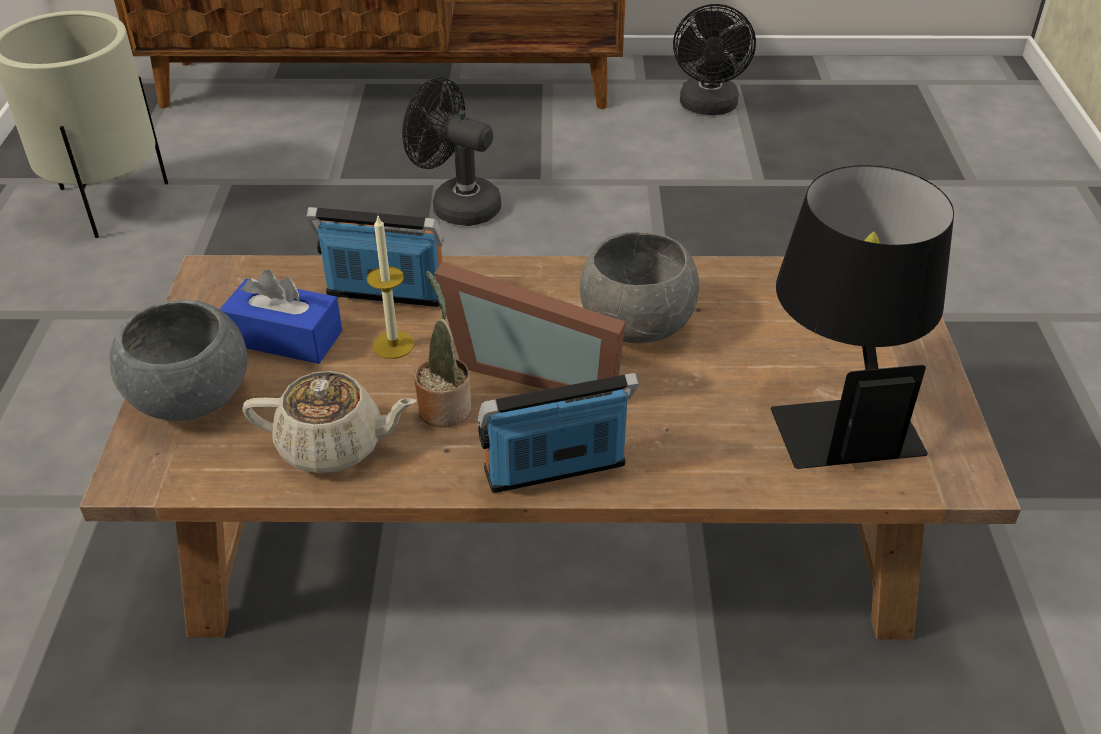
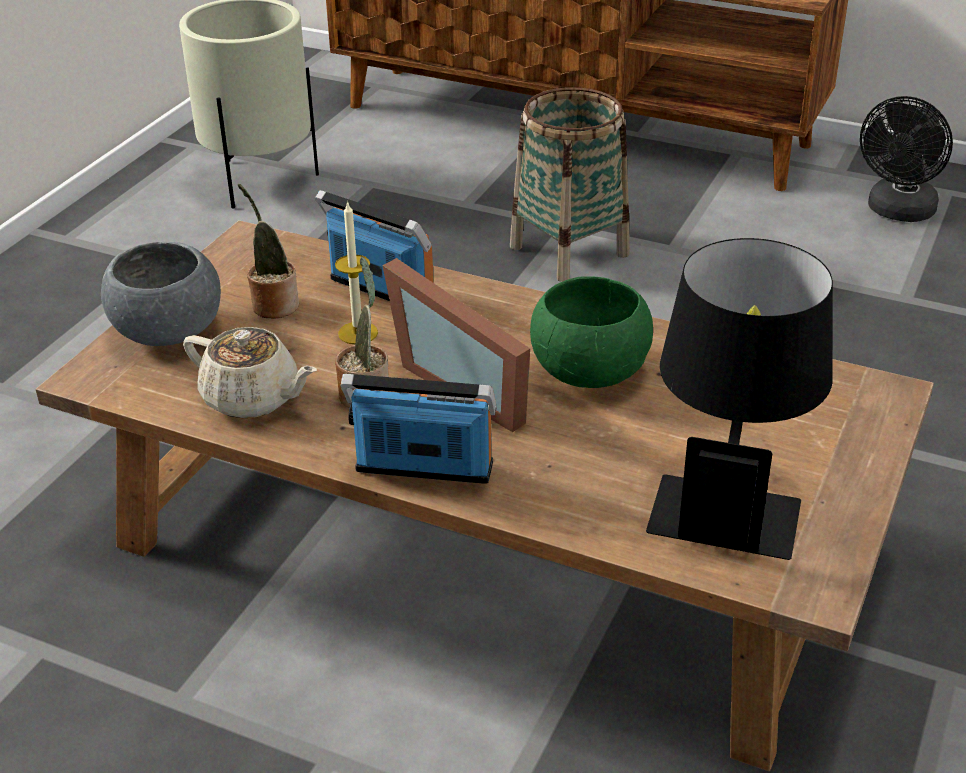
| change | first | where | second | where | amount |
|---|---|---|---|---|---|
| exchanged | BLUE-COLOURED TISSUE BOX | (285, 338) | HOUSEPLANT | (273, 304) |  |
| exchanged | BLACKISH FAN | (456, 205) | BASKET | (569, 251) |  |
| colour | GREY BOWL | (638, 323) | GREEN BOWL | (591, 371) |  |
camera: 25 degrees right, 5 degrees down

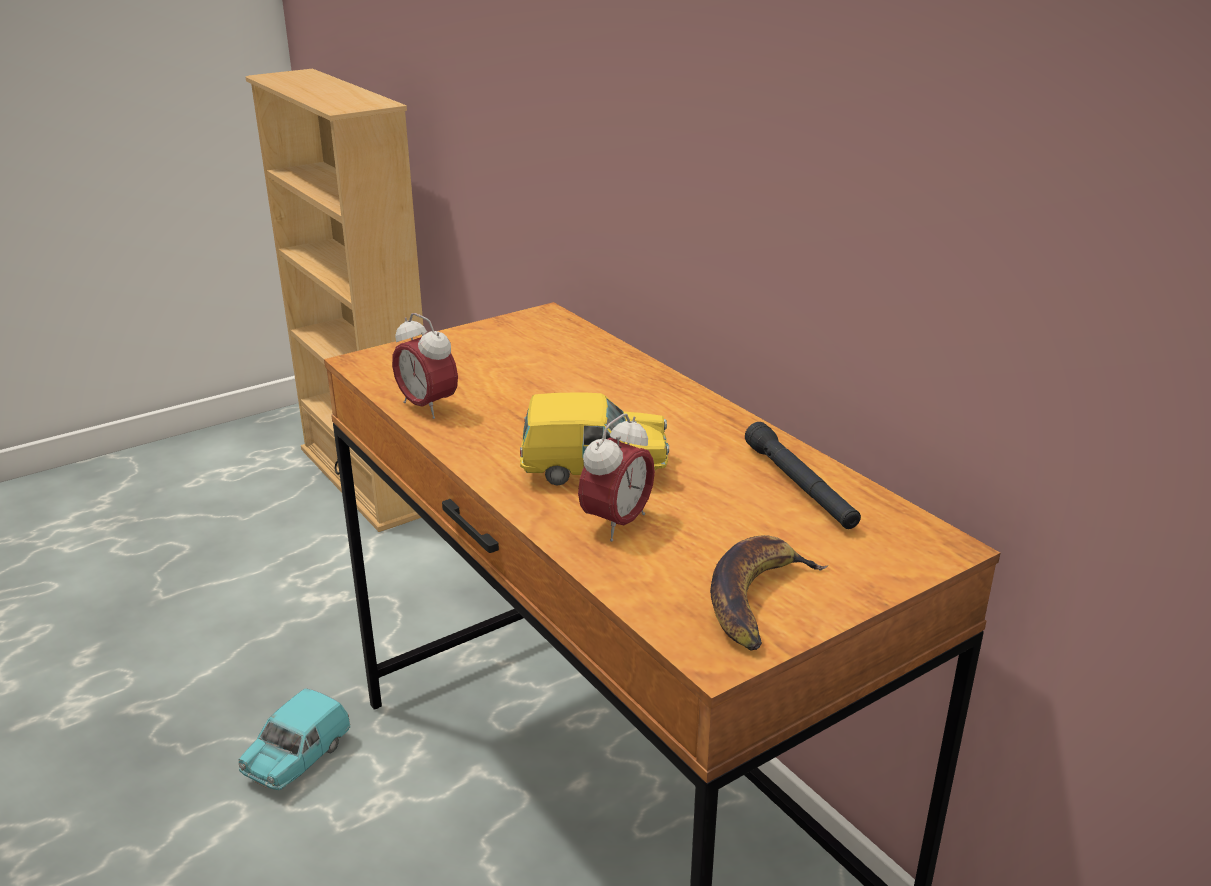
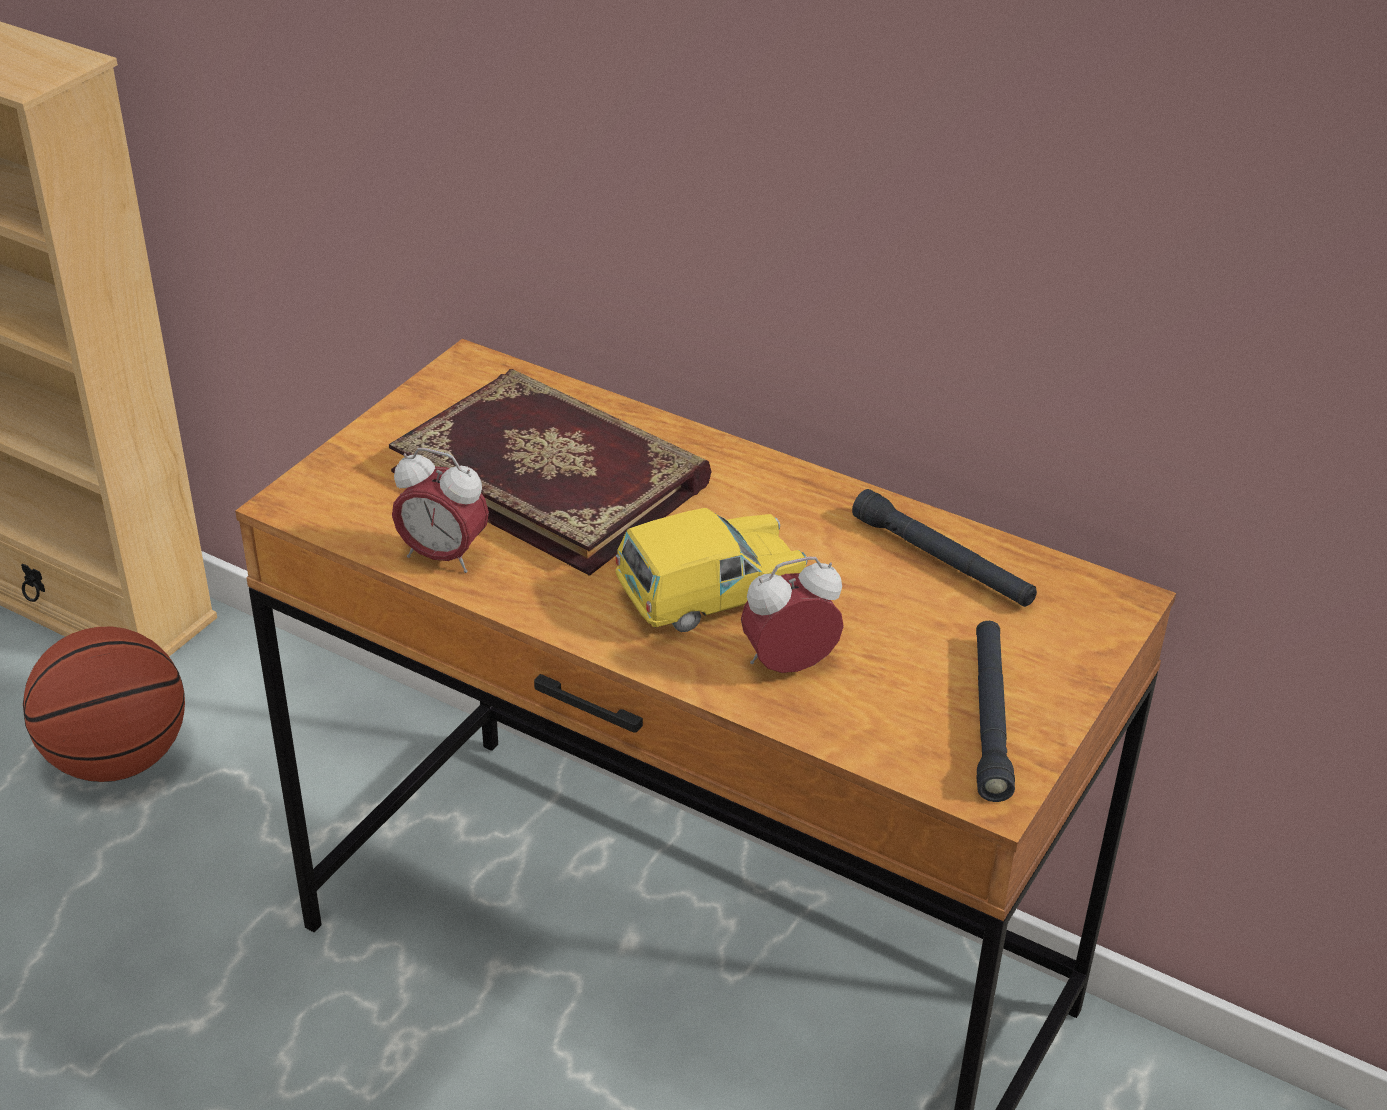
| change | first | where | second | where | amount |
|---|---|---|---|---|---|
| missing | TURQUOISE TOY CAR | (297, 759) |  |  |  |
| appeared |  |  | BASKETBALL BALL | (118, 758) |  |
| appeared |  |  | VOLUME | (553, 476) |  |
| exchanged | BANANA FRUIT | (757, 599) | BLACKISH HAND TORCH | (989, 718) |  |
| spun | TABLE CLOCK | (616, 524) |  | (789, 665) | 120 degrees counterclockwise |
camera: 25 degrees left, 10 degrees up

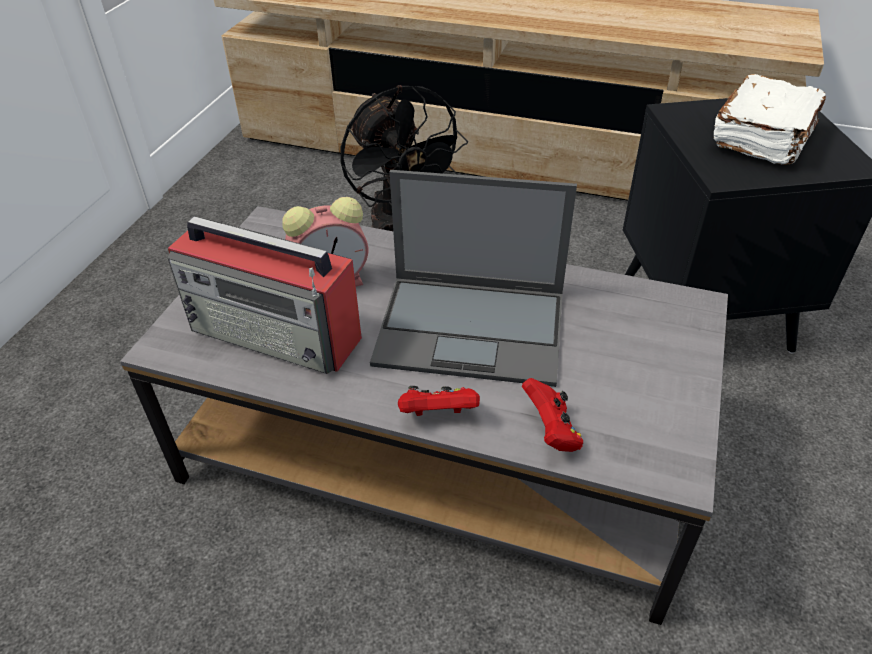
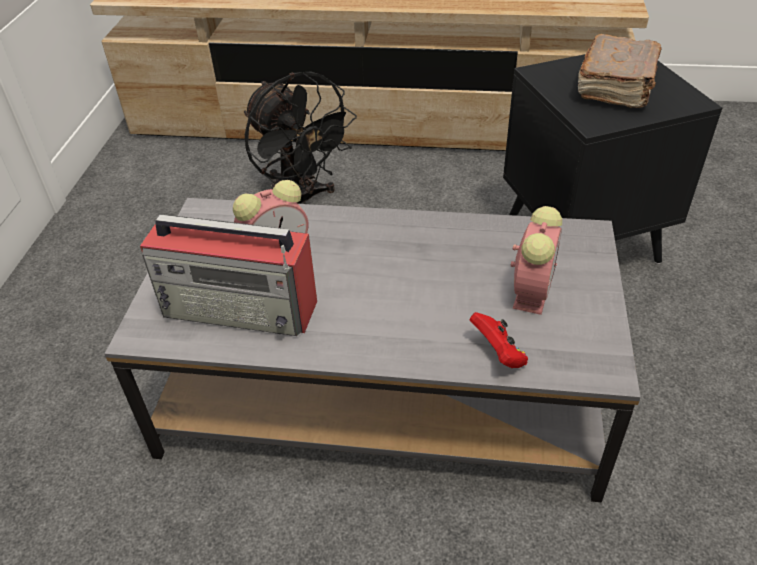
| change | first | where | second | where | amount |
|---|---|---|---|---|---|
| missing | PORTABLE COMPUTER | (473, 328) |  |  |  |
| missing | RED GAMEPAD | (438, 415) |  |  |  |
| appeared |  |  | TABLE CLOCK | (531, 290) |  |
| colour | WHITISH VOLUME | (764, 138) | BROWN-COLOURED VOLUME | (617, 87) |  |
camera: 10 degrees left, 0 degrees up

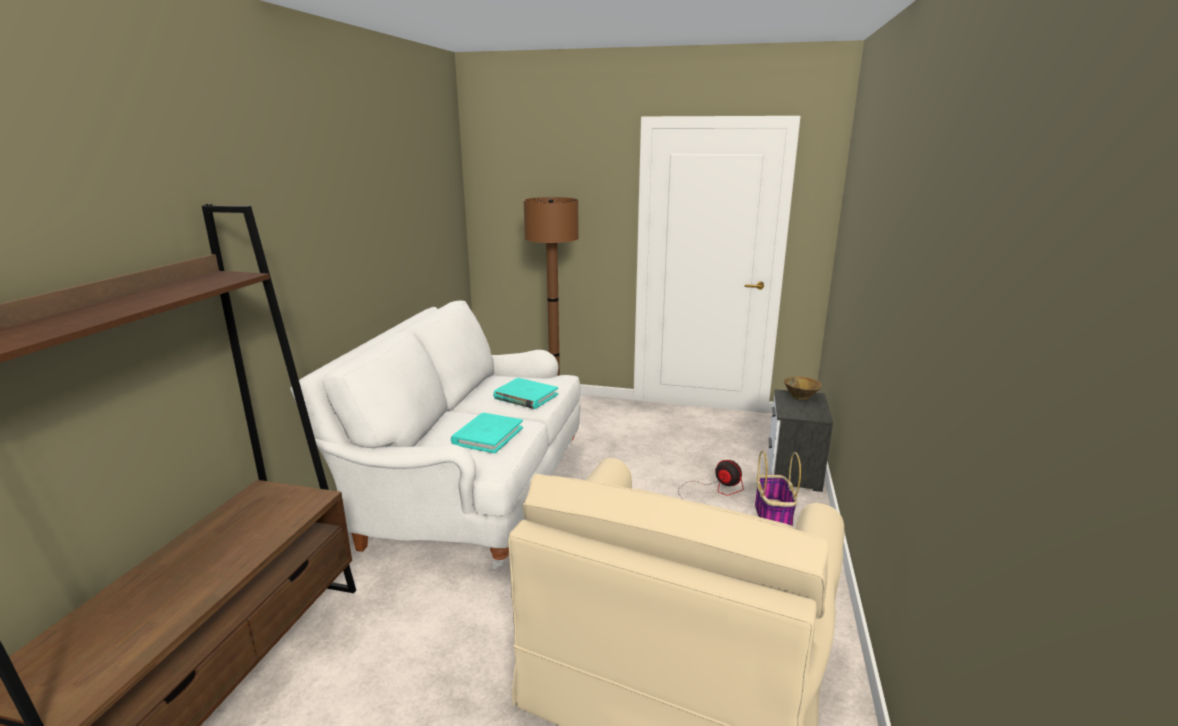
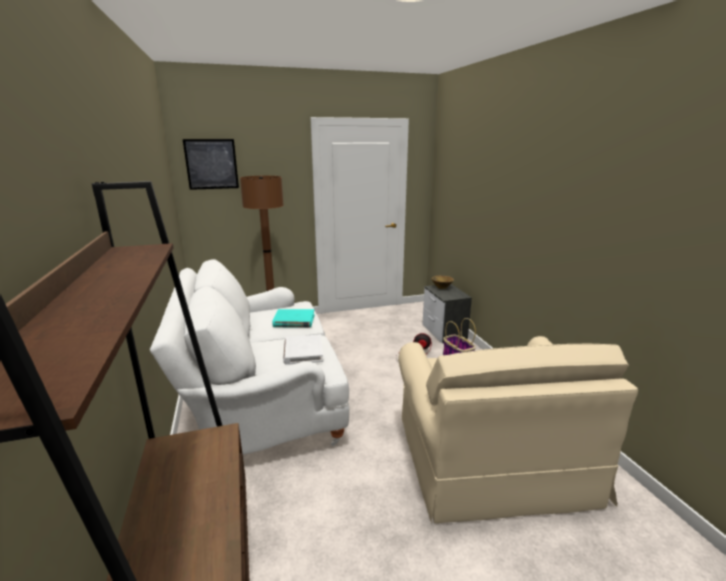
| change | first | where | second | where | amount |
|---|---|---|---|---|---|
| appeared |  |  | WALL ART | (211, 164) |  |
| colour | TURQUOISE VOLUME | (487, 436) | WHITISH VOLUME | (303, 352) |  |
camera: 30 degrees left, 0 degrees up

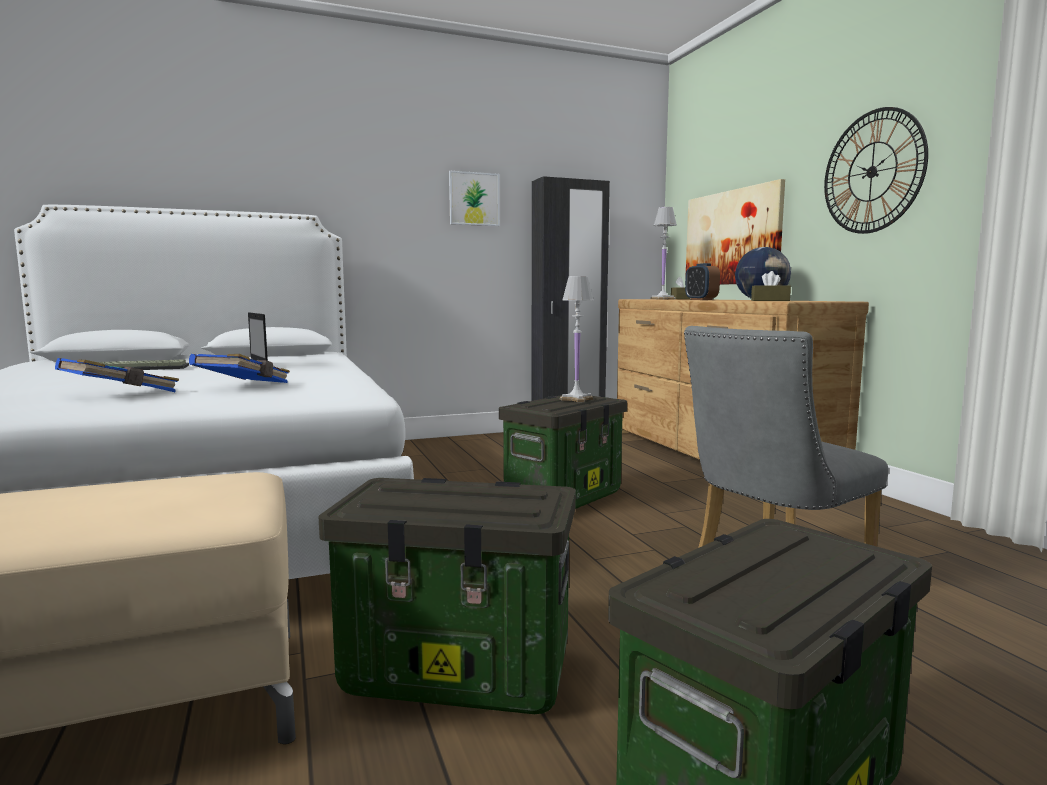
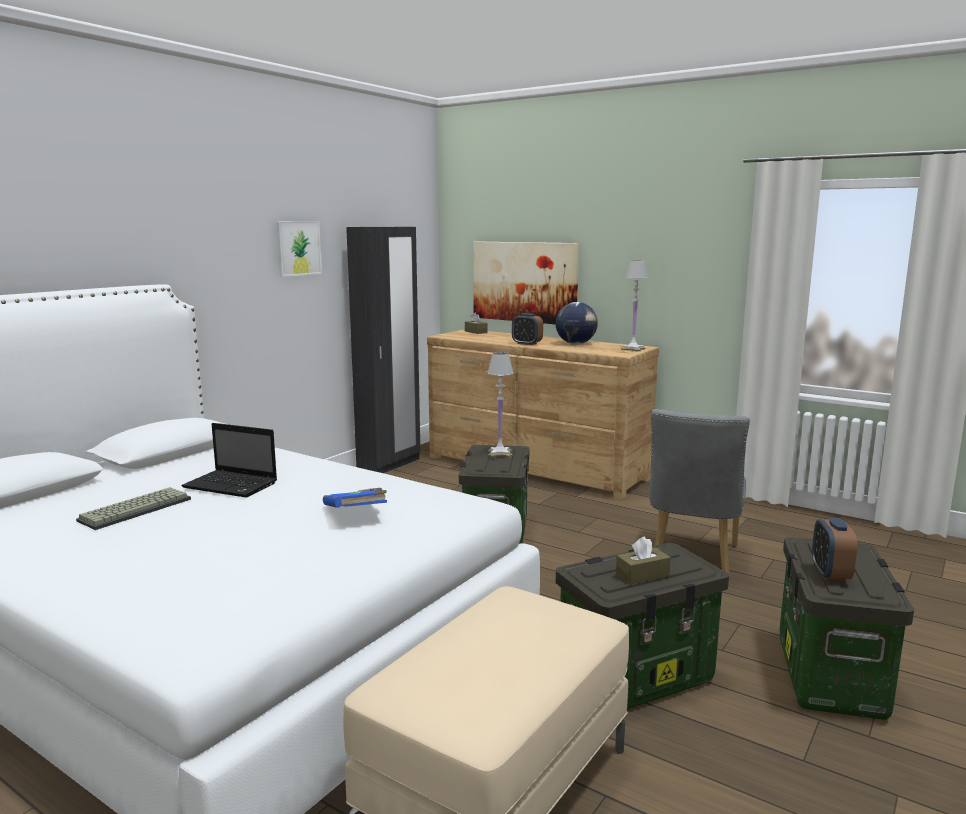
| change | first | where | second | where | amount |
|---|---|---|---|---|---|
| missing | BLUE-COLOURED VOLUME | (121, 395) |  |  |  |
| missing | HANGING CLOCK | (872, 172) |  |  |  |
| appeared |  |  | TABLE CLOCK | (830, 573) |  |
| relocated | WHITISH TABLE LAMP | (662, 299) |  | (633, 349) |  |
| relocated | BROWN-COLOURED TISSUE BOX | (770, 300) |  | (642, 575) |  |
camera: 35 degrees left, 5 degrees up

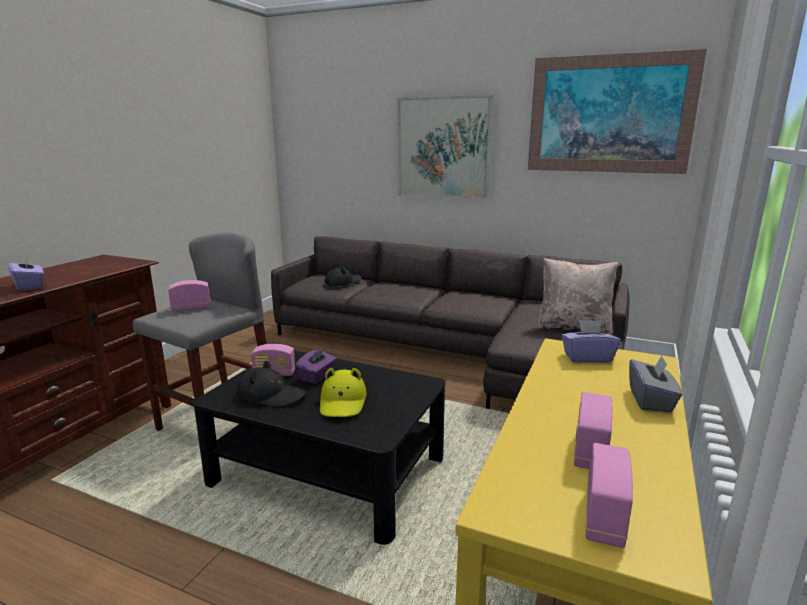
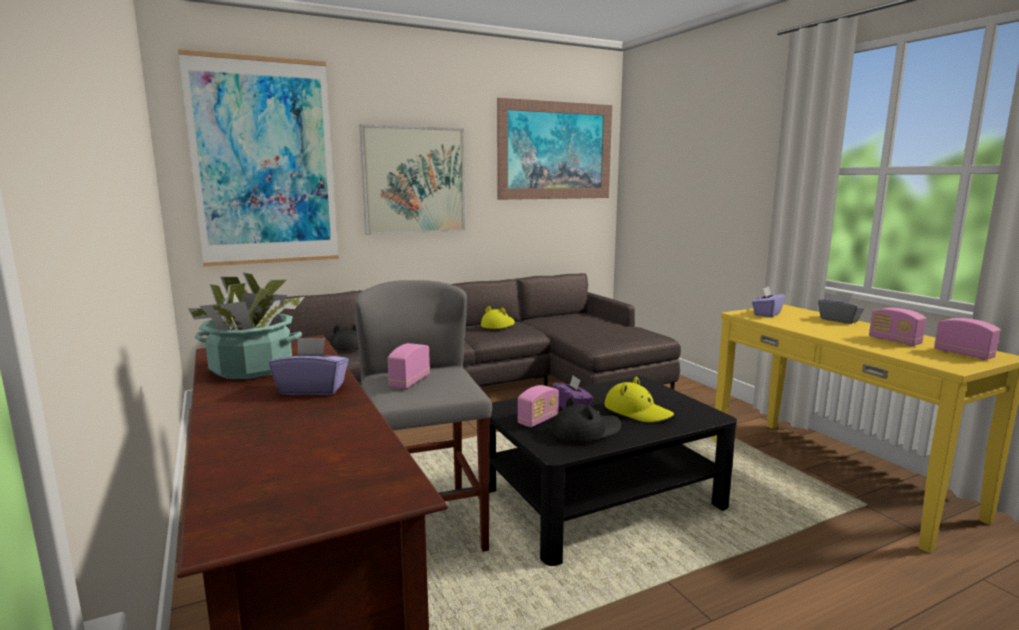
| change | first | where | second | where | amount |
|---|---|---|---|---|---|
| missing | SAND-COLOURED THROW PILLOW | (573, 328) |  |  |  |
| appeared |  |  | WALL ART | (264, 163) |  |
| appeared |  |  | HOUSEPLANT | (252, 368) |  |
| appeared |  |  | YELLOW-COLOURED CLOTHING HAT | (498, 325) |  |
camera: 50 degrees left, 5 degrees down

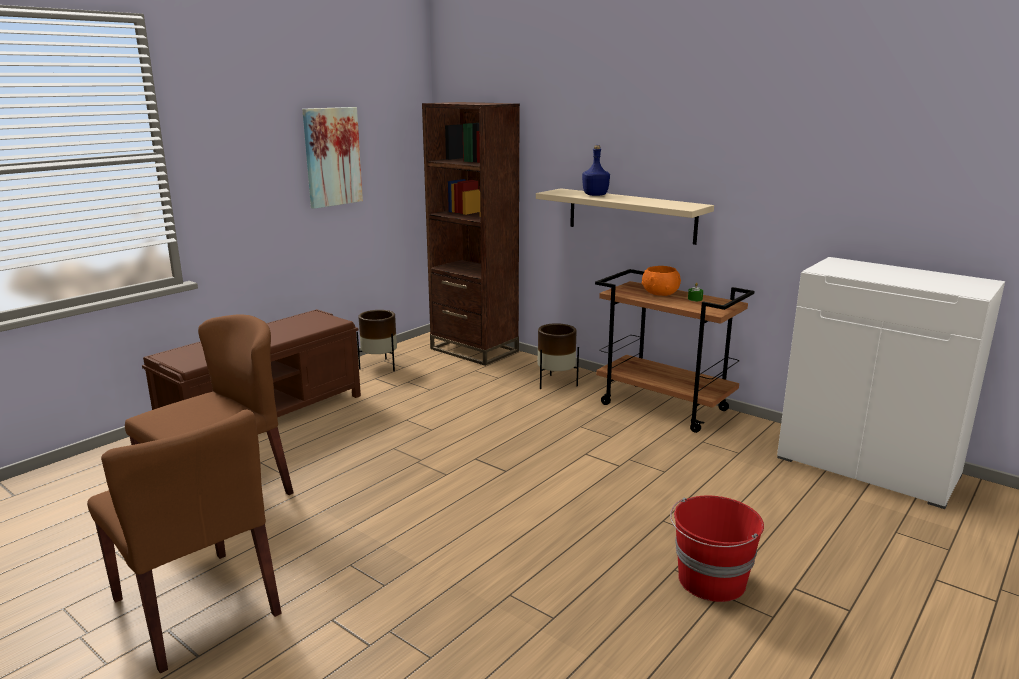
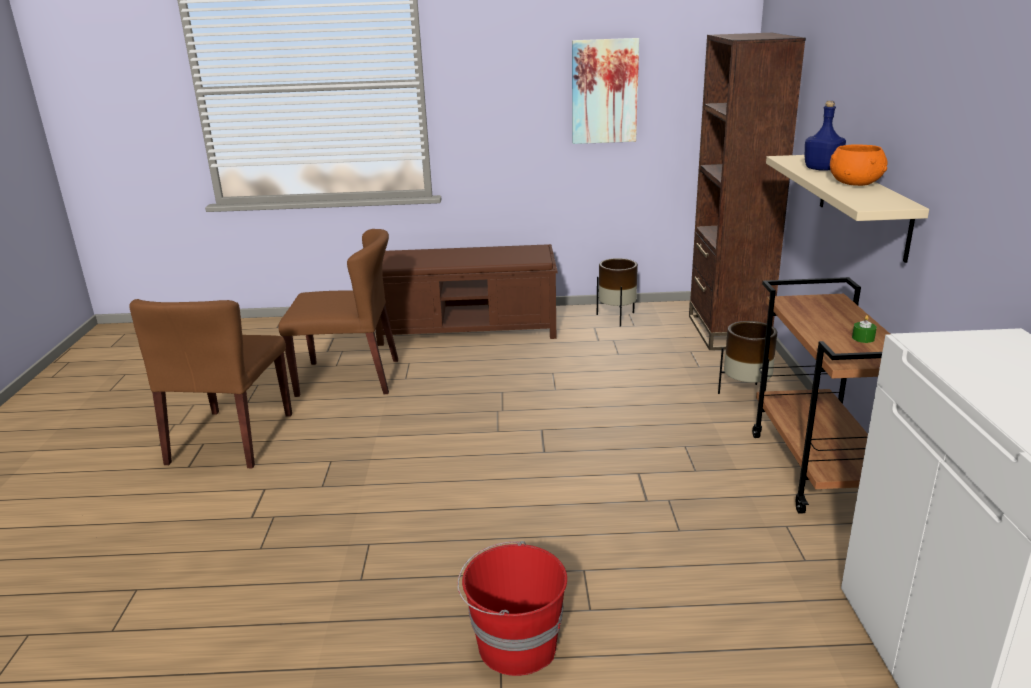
| change | first | where | second | where | amount |
|---|---|---|---|---|---|
| relocated | ORANGE-COLOURED BOWL | (660, 293) |  | (855, 183) |  |
camera: 50 degrees right, 5 degrees up

